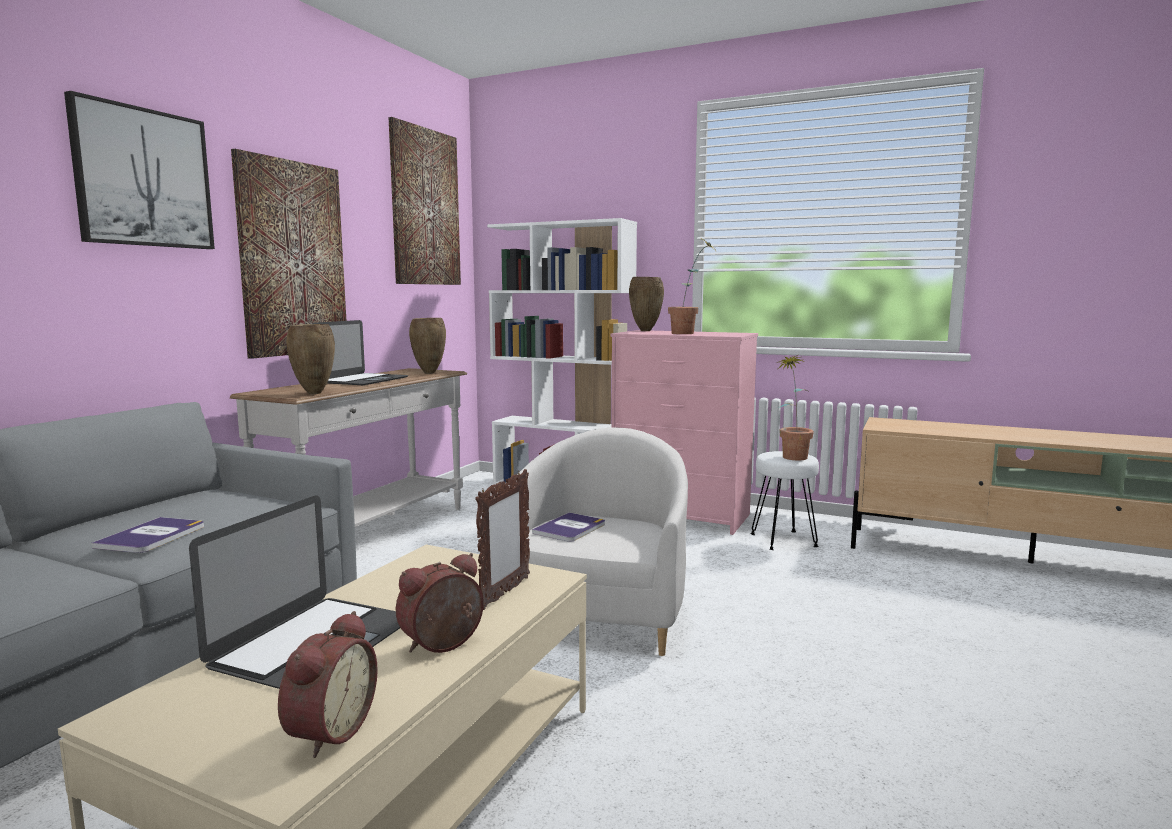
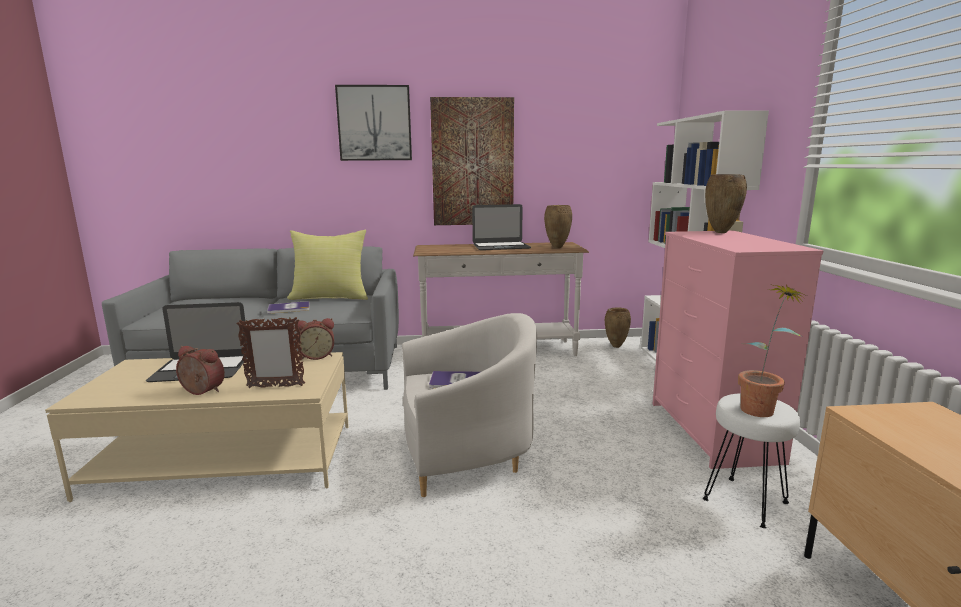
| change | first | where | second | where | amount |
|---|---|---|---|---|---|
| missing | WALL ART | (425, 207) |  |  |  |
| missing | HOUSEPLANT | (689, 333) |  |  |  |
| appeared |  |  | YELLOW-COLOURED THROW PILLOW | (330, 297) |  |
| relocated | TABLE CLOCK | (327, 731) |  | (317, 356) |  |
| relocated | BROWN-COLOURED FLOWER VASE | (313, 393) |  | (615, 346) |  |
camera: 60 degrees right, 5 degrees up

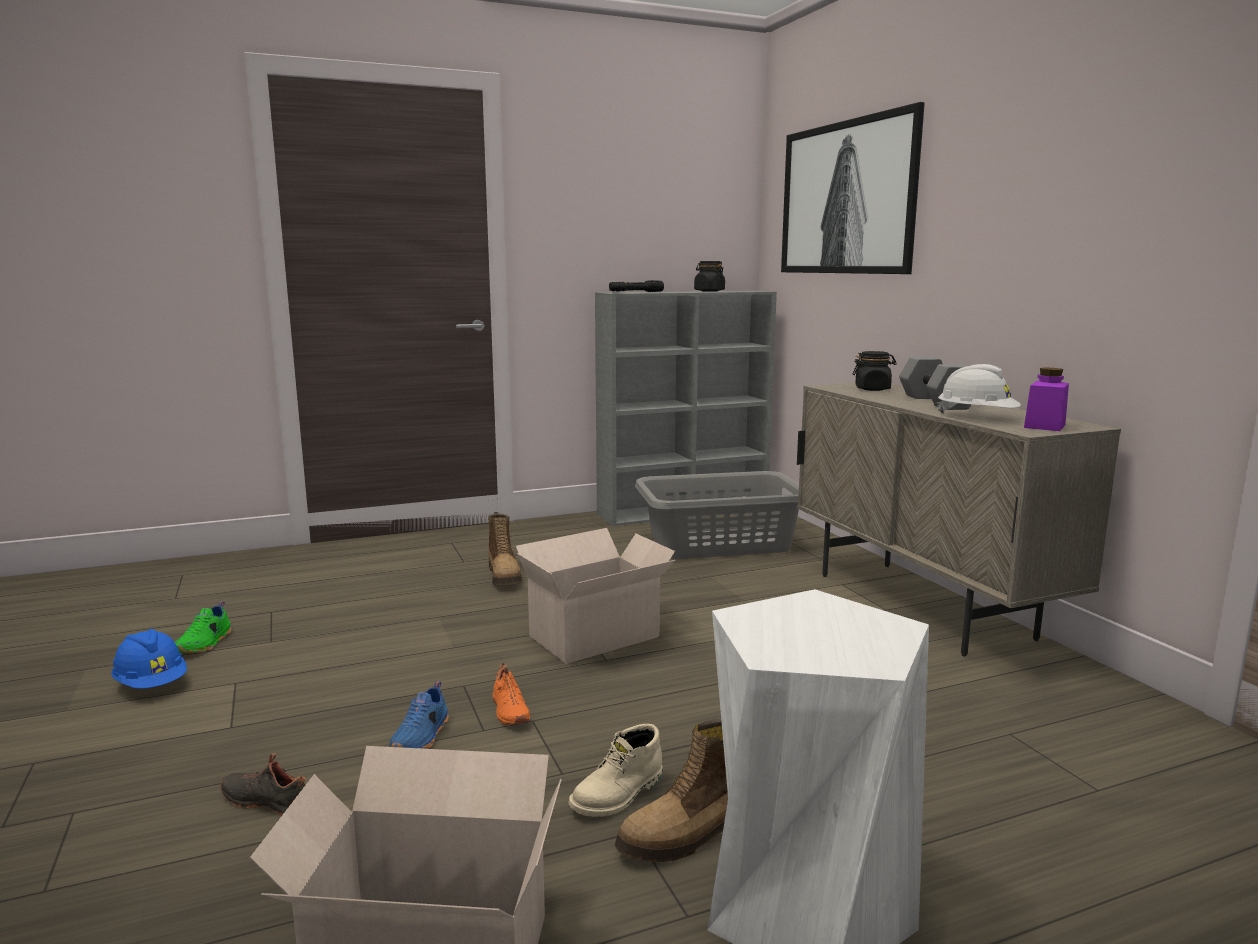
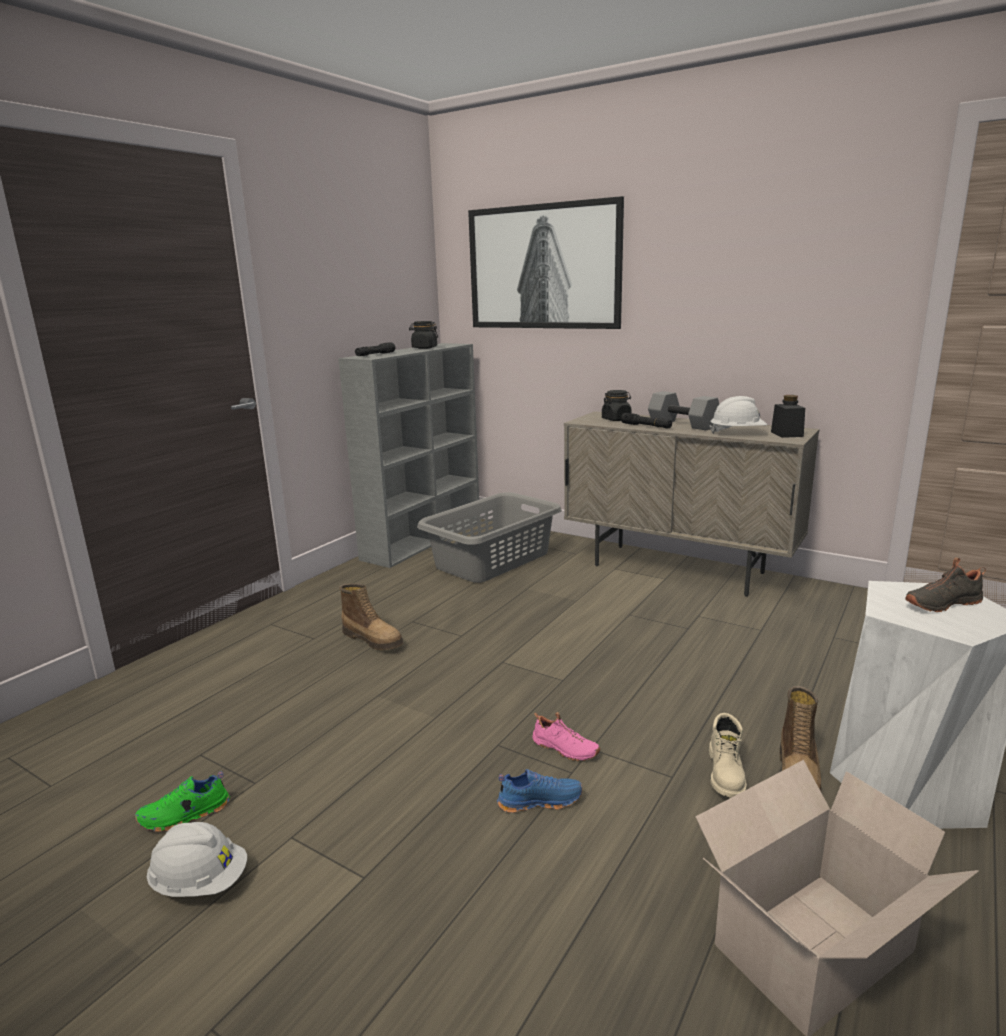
| change | first | where | second | where | amount |
|---|---|---|---|---|---|
| missing | CARTON | (598, 636) |  |  |  |
| appeared |  |  | BLACKISH HAND TORCH | (646, 426) |  |
| relocated | BLACKISH LOW SHOE | (269, 801) |  | (941, 603) |  |
| colour | BLUE-COLOURED WORK HELMET | (152, 684) | WHITISH WORK HELMET | (200, 882) |  |
| colour | ORANGE-COLOURED LOW SHOE | (508, 711) | PINK LOW SHOE | (564, 749) |  |
| colour | PURPLE PRESERVE JAR | (1044, 426) | BLACKISH PRESERVE JAR | (786, 434) |  |
| spun | GREEN LOW SHOE | (205, 644) |  | (185, 816) | 90 degrees clockwise |
| spun | BLUE-COLOURED LOW SHOE | (422, 737) |  | (539, 800) | 75 degrees counterclockwise |
camera: 35 degrees left, 5 degrees up

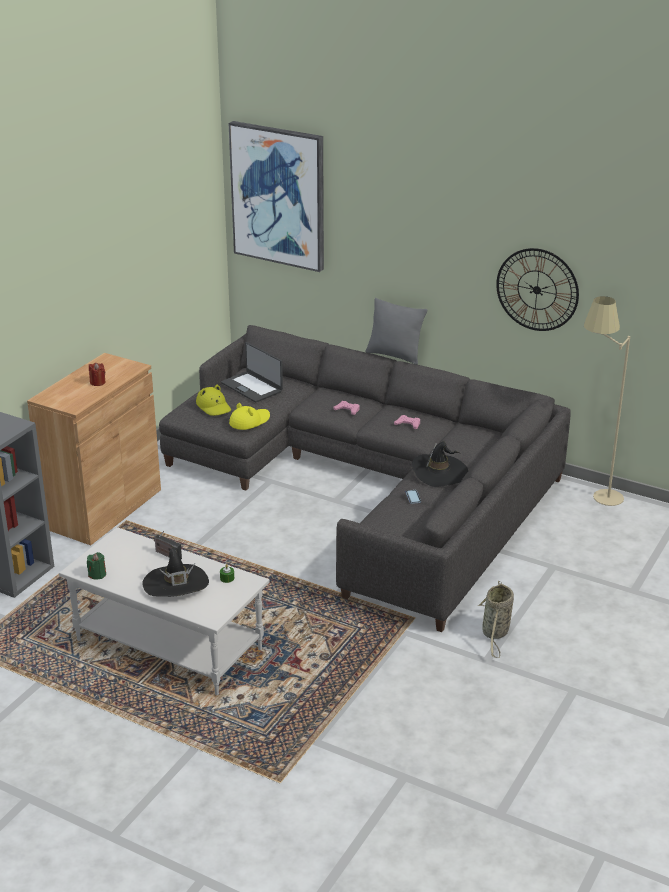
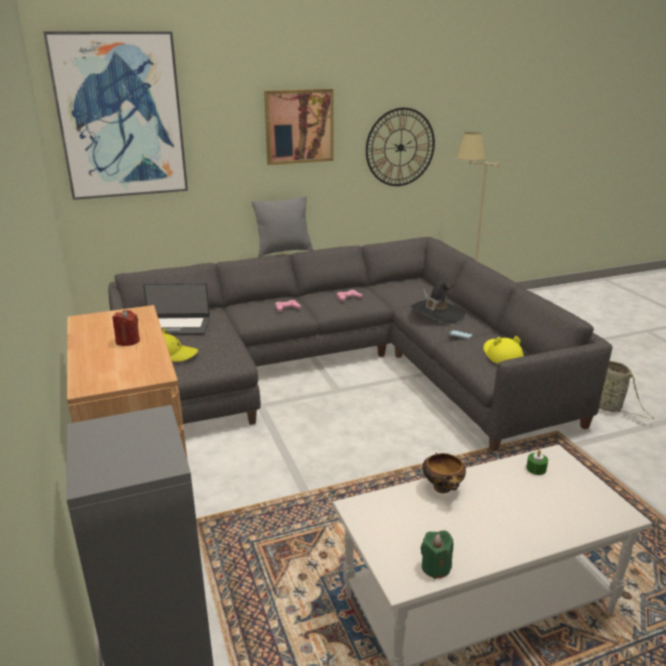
| change | first | where | second | where | amount |
|---|---|---|---|---|---|
| missing | BLACKISH CLOTHING HAT | (176, 584) |  |  |  |
| appeared |  |  | WALL ART | (299, 126) |  |
| relocated | YELLOW-COLOURED CLOTHING HAT | (249, 421) |  | (501, 355) |  |
| exchanged | RADIO RECEIVER | (167, 555) | BOWL | (443, 489) |  |
camera: 50 degrees left, 5 degrees down

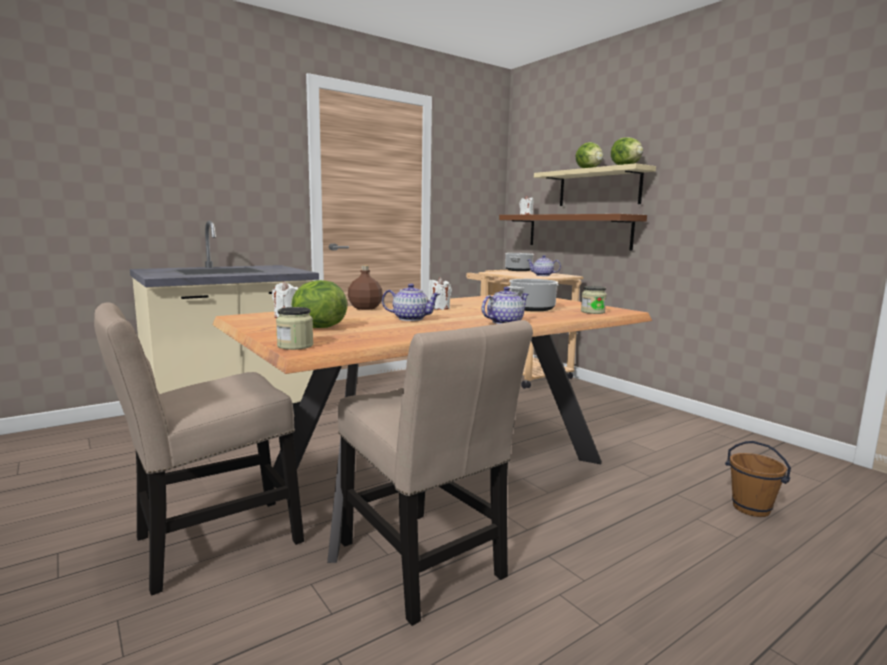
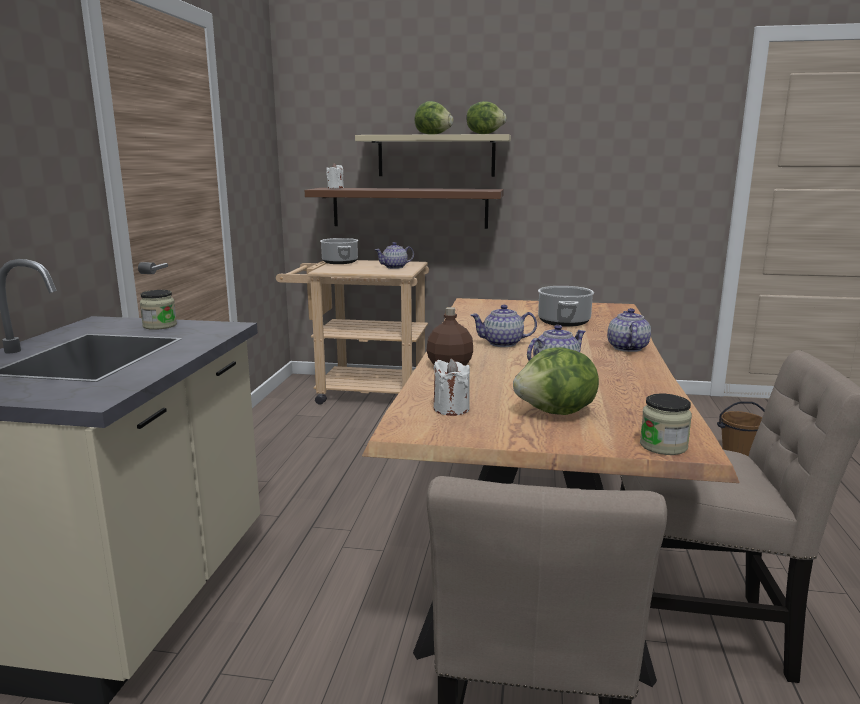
| change | first | where | second | where | amount |
|---|---|---|---|---|---|
| relocated | PRESERVE JAR | (592, 312) |  | (160, 326) |  |
| exchanged | WHITISH CANDLE | (439, 308) | TEA POT | (503, 343) |  |
camera: 45 degrees left, 5 degrees up

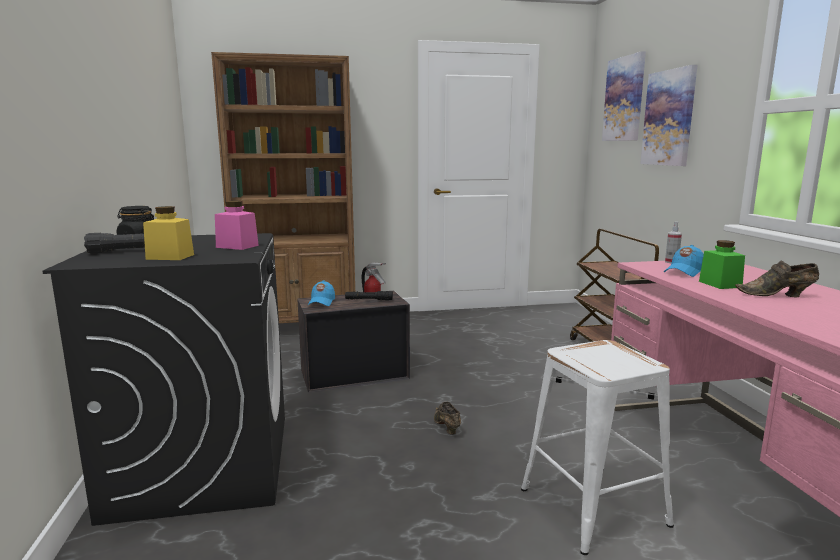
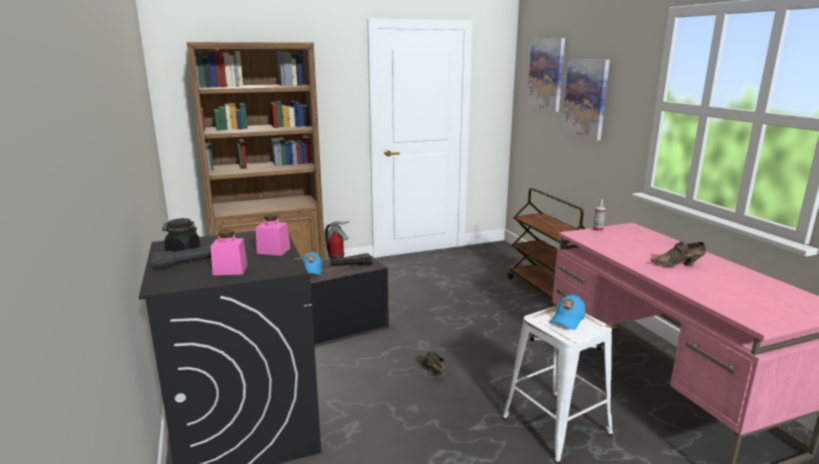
| change | first | where | second | where | amount |
|---|---|---|---|---|---|
| missing | GREEN PRESERVE JAR | (720, 284) |  |  |  |
| relocated | BLUE-COLOURED CAP | (684, 272) |  | (567, 320) |  |
| colour | YELLOW-COLOURED PRESERVE JAR | (170, 257) | PINK PRESERVE JAR | (230, 270) |  |
camera: 10 degrees left, 5 degrees up

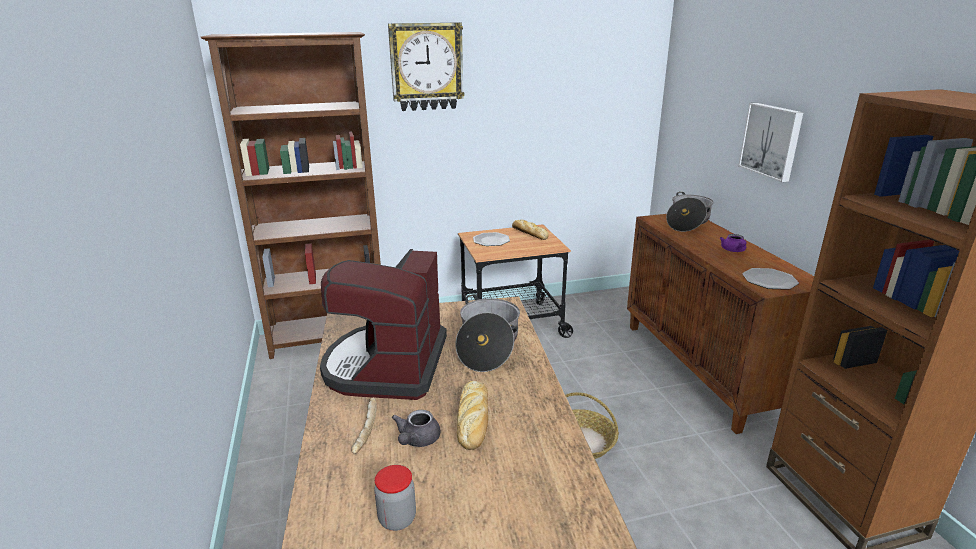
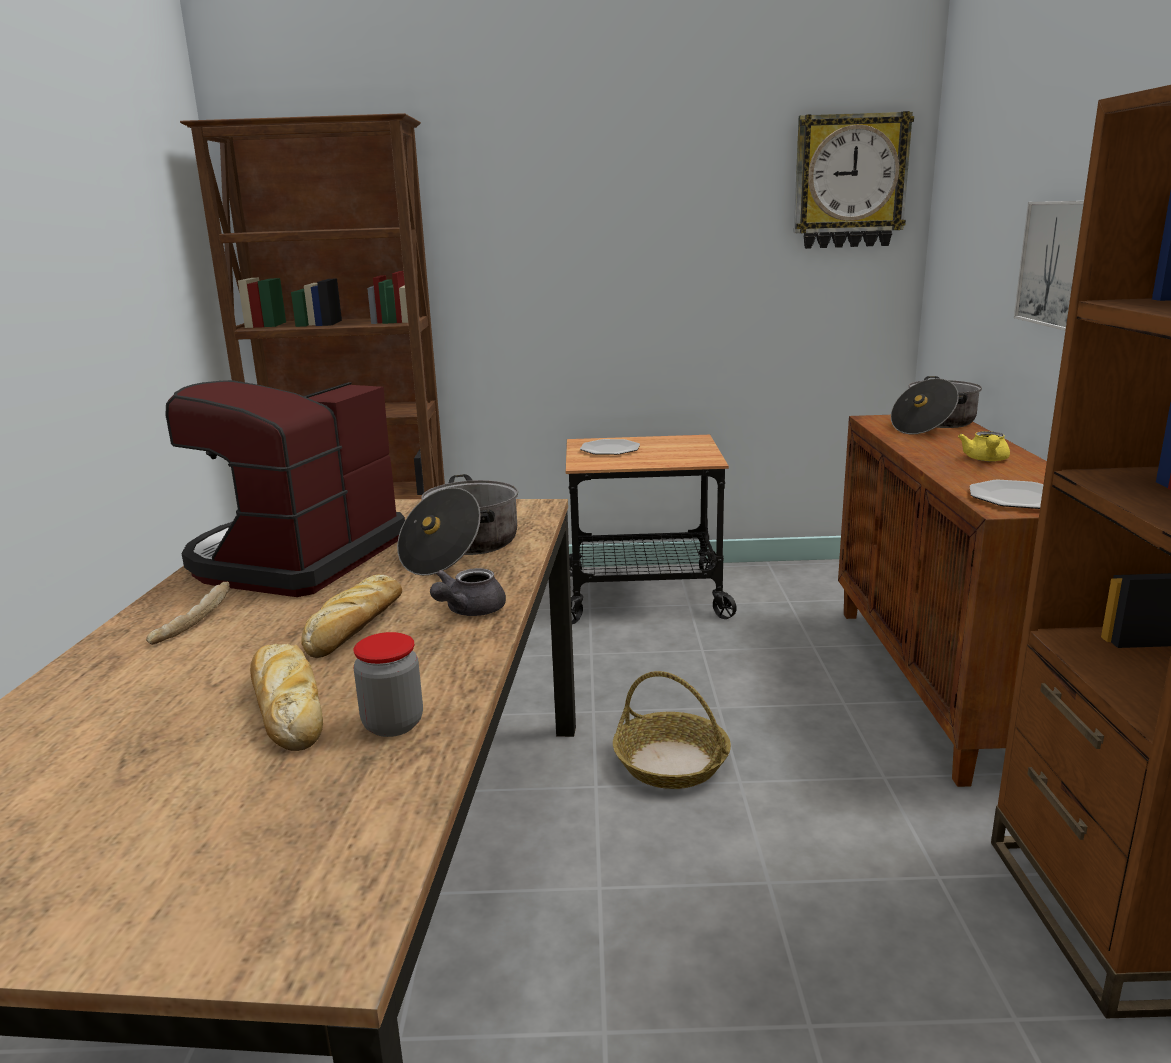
| change | first | where | second | where | amount |
|---|---|---|---|---|---|
| relocated | PRESERVE JAR | (397, 519) |  | (393, 724) |  |
| relocated | HANGING CLOCK | (426, 67) |  | (849, 182) |  |
| relocated | GREY TEA POT | (417, 440) |  | (468, 611) |  |
| relocated | BAKERY BREAD | (529, 233) |  | (287, 705) |  |
| colour | PURPLE TEA POT | (733, 250) | YELLOW-COLOURED TEA POT | (985, 460) |  |
camera: 15 degrees right, 5 degrees down

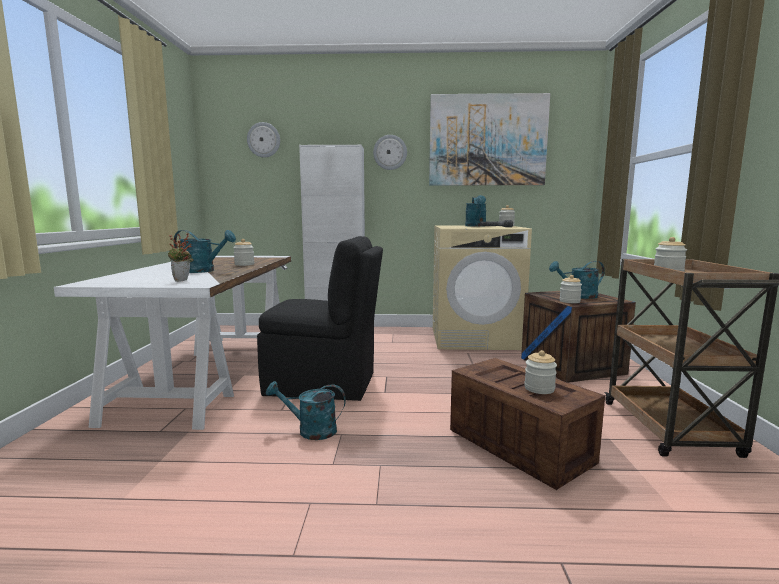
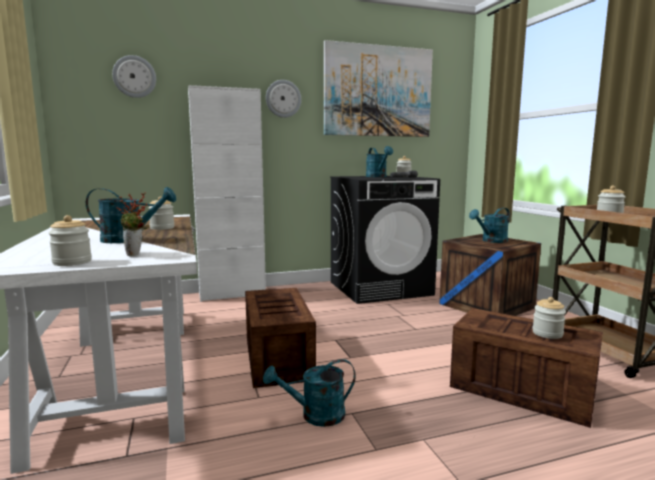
| change | first | where | second | where | amount |
|---|---|---|---|---|---|
| relocated | PRESERVE JAR | (569, 301) |  | (72, 262) |  |
| exchanged | BLACKISH PLAIN CHAIR | (324, 384) | CRATE | (278, 359) |  |
| colour | SAND-COLOURED LAUNDRY MACHINE | (475, 338) | BLACKISH LAUNDRY MACHINE | (380, 288) |  |
camera: 20 degrees left, 0 degrees up

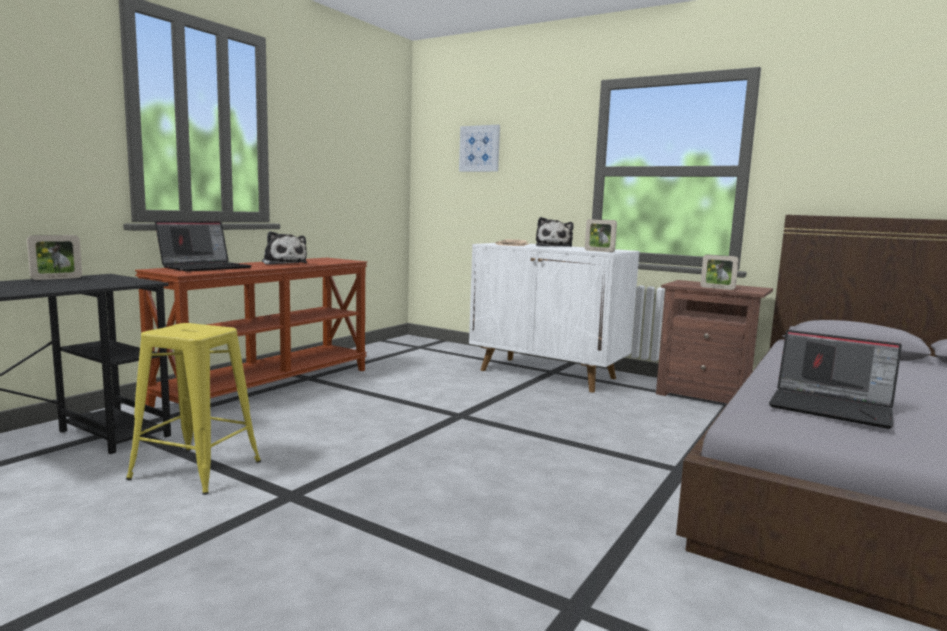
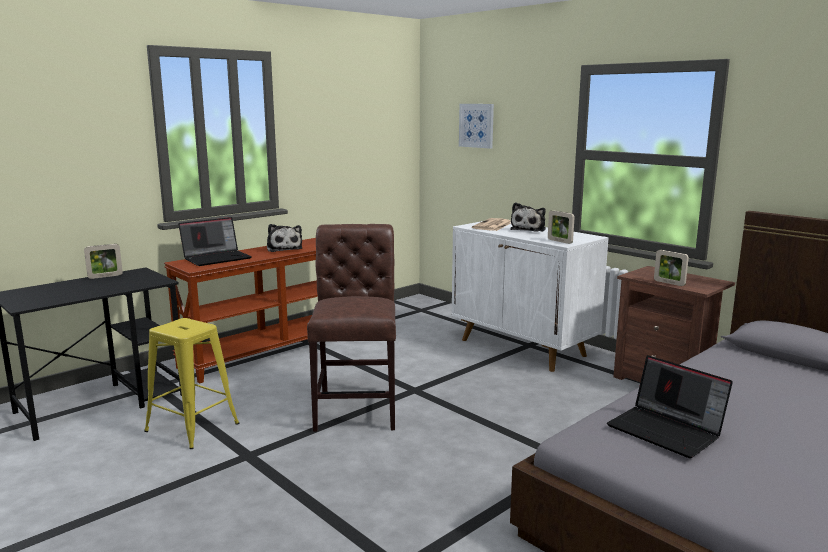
| change | first | where | second | where | amount |
|---|---|---|---|---|---|
| appeared |  |  | BROWN-COLOURED PLAIN CHAIR | (357, 406) |  |
camera: 15 degrees right, 5 degrees up

